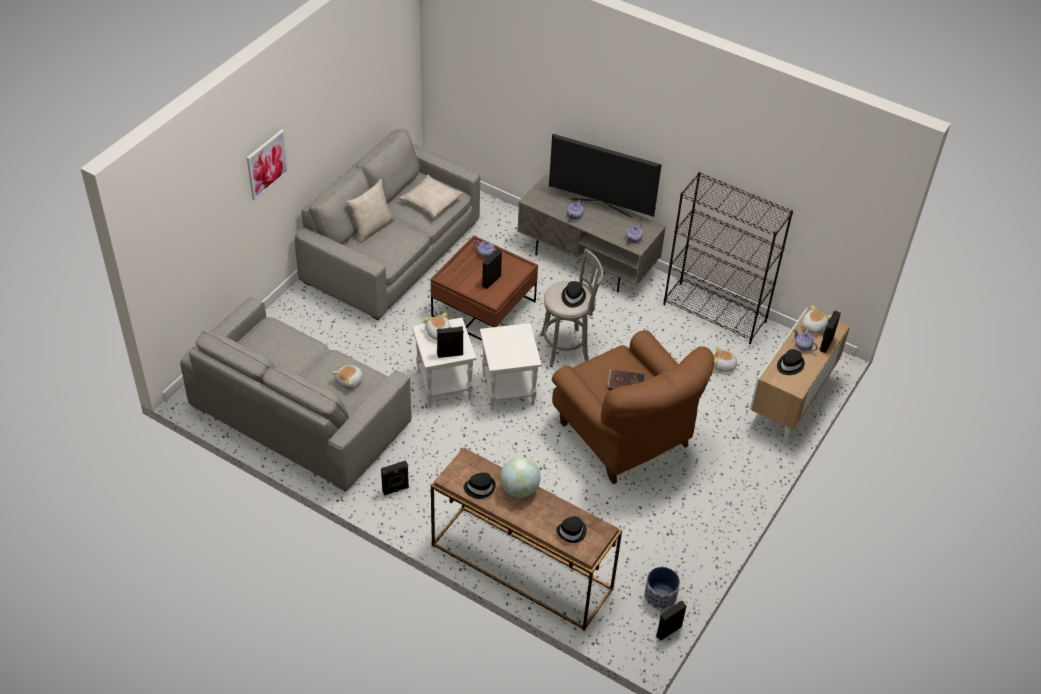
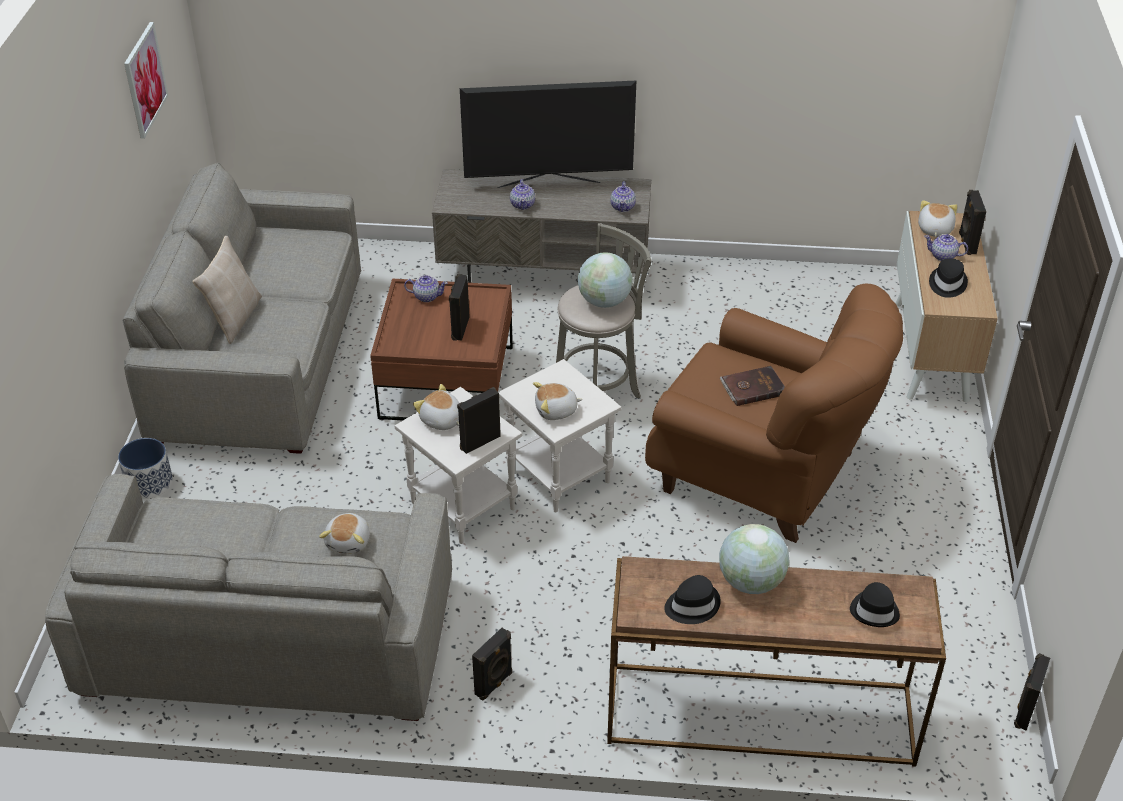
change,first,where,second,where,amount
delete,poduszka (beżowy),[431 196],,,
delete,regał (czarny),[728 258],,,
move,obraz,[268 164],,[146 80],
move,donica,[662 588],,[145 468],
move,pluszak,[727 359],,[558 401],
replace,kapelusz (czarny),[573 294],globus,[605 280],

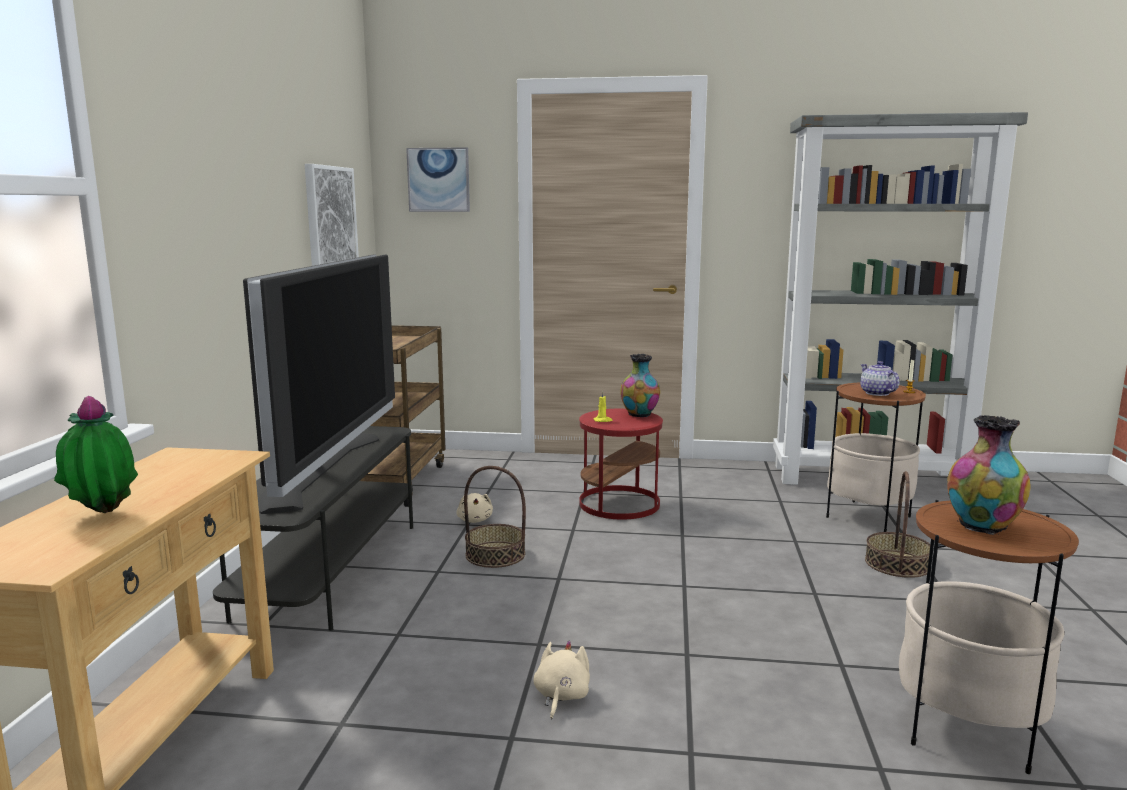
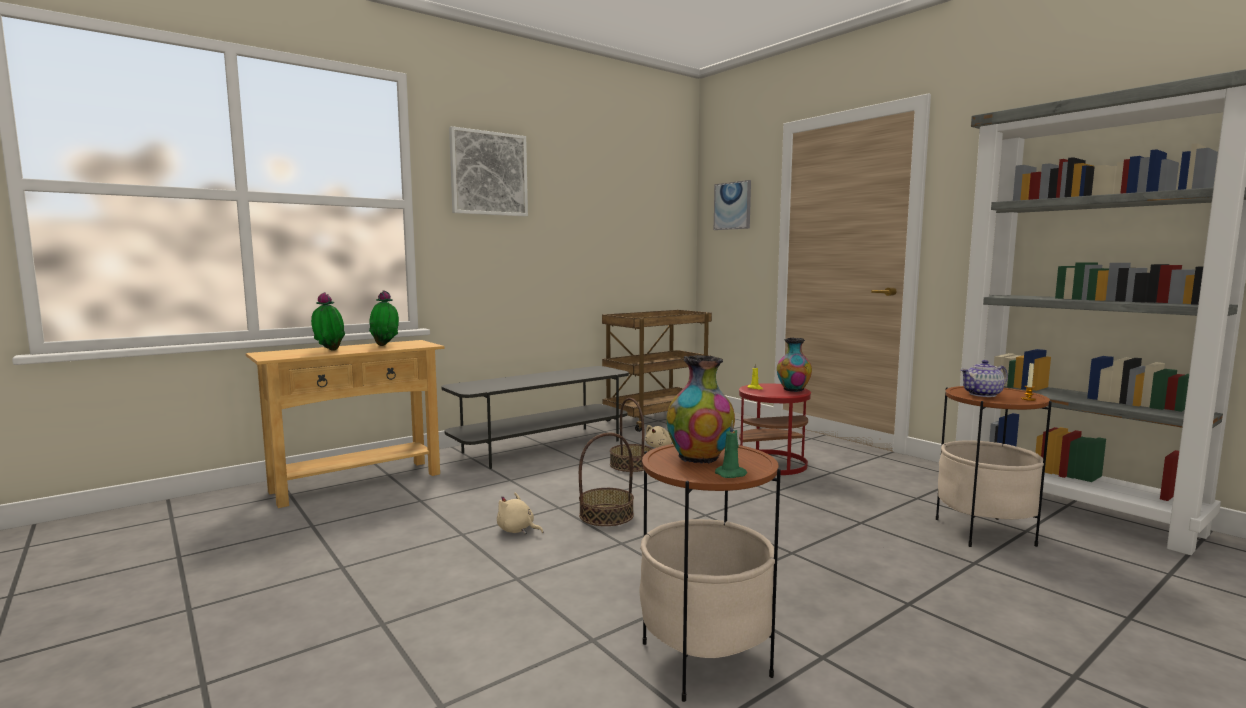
change,first,where,second,where,amount
delete,telewizor,[319 384],,,
insert,,,roślina doniczkowa,[384 318],
insert,,,świeca (zielony),[731 449],
move,obraz,[332 215],,[488 171],
move,koszyk,[897 524],,[606 479],
rotate,pluszak (beżowy),[561 680],,[520 513],120 degrees counterclockwise
rotate,imbryk,[880 378],,[984 378],135 degrees counterclockwise

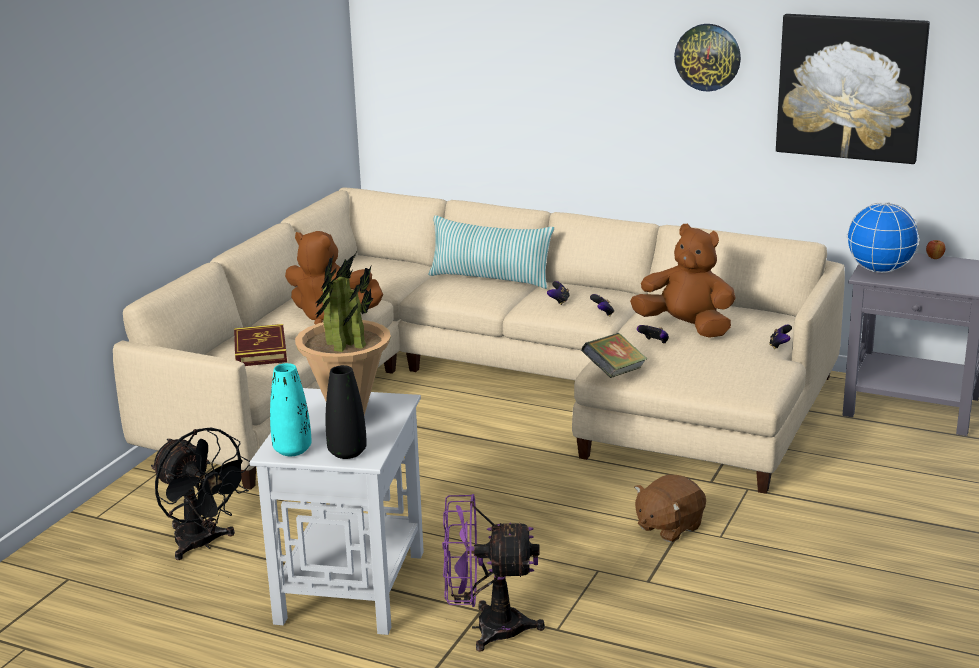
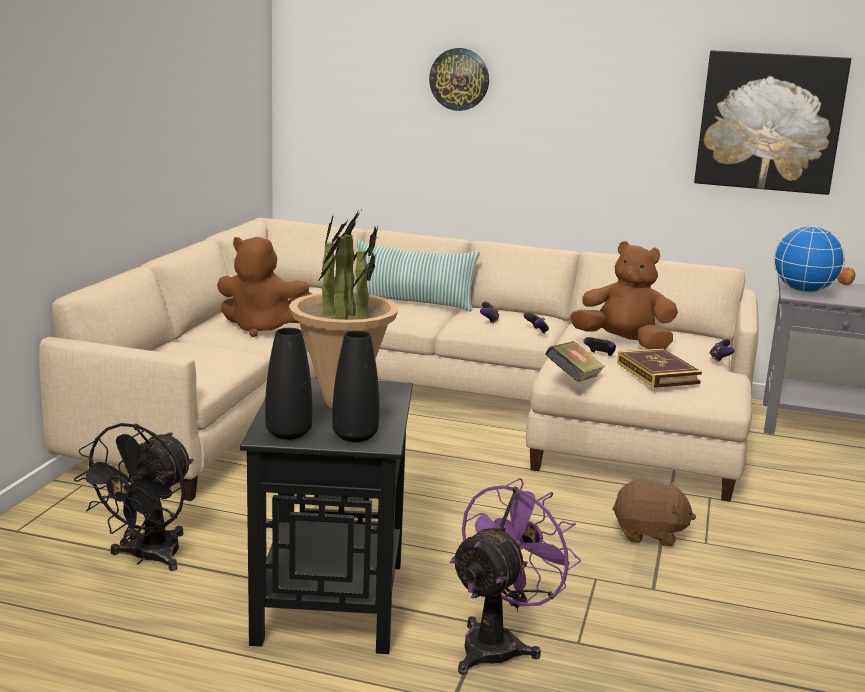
change,first,where,second,where,amount
move,książka,[260 345],,[659 368],
move,zegar ścienny,[707 58],,[459 79],
recolor,stolik (biały),[337 511],stolik (czarny),[326 515],
recolor,wazon (turkusowy),[291 409],wazon (czarny),[288 384],
rotate,wentylator (czarny),[200 494],,[133 497],75 degrees clockwise
rotate,wentylator (fioletowy),[493 573],,[515 576],135 degrees clockwise
rotate,pluszak (brązowy),[670 508],,[654 513],120 degrees counterclockwise

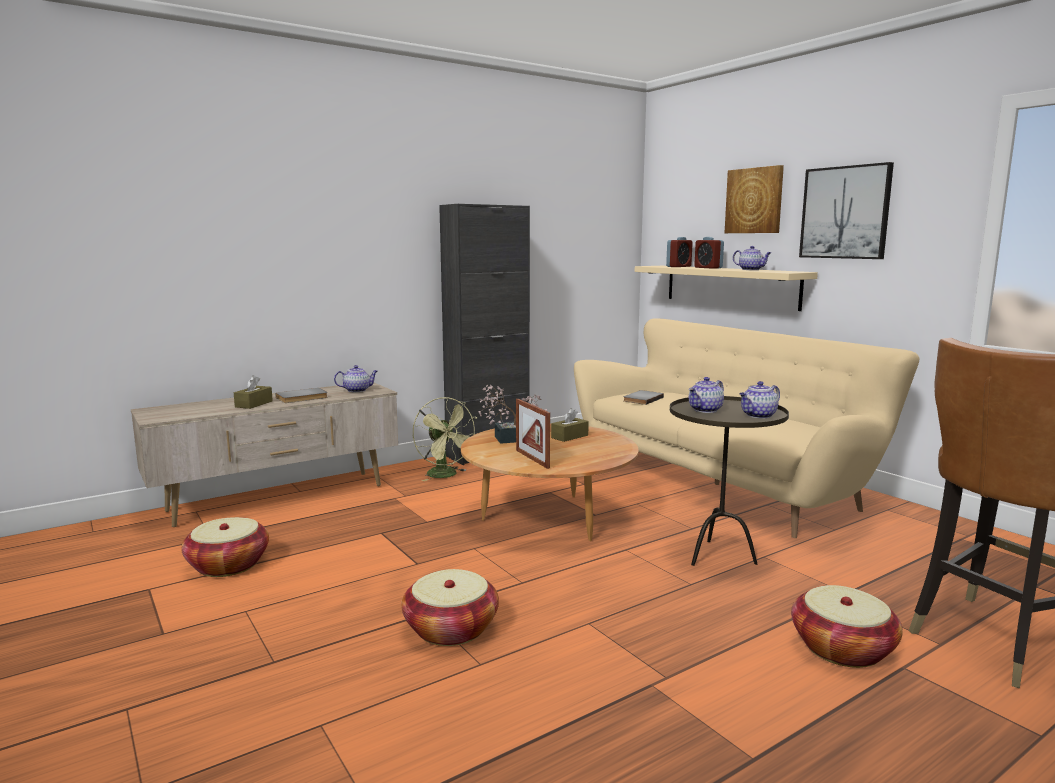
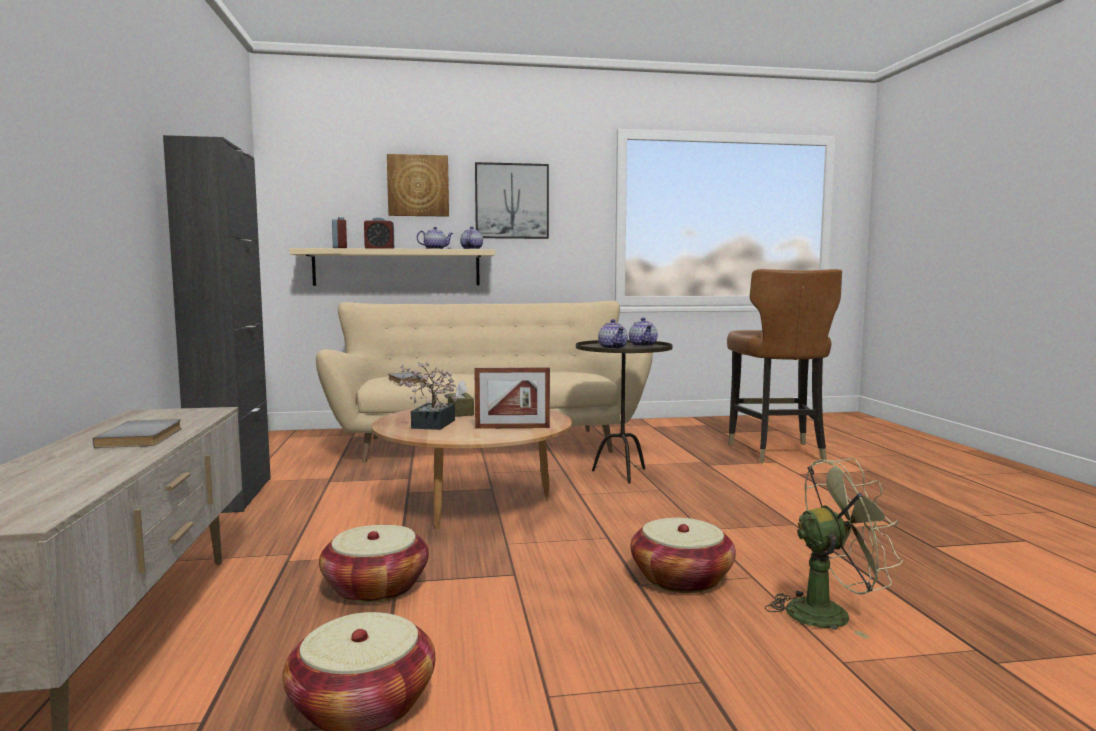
change,first,where,second,where,amount
delete,pudełko chusteczek (brązowy),[253 392],,,
move,imbryk,[356 378],,[471 238],
move,wentylator (zielony),[445 439],,[834 548],
move,koszyk,[847 626],,[374 564],

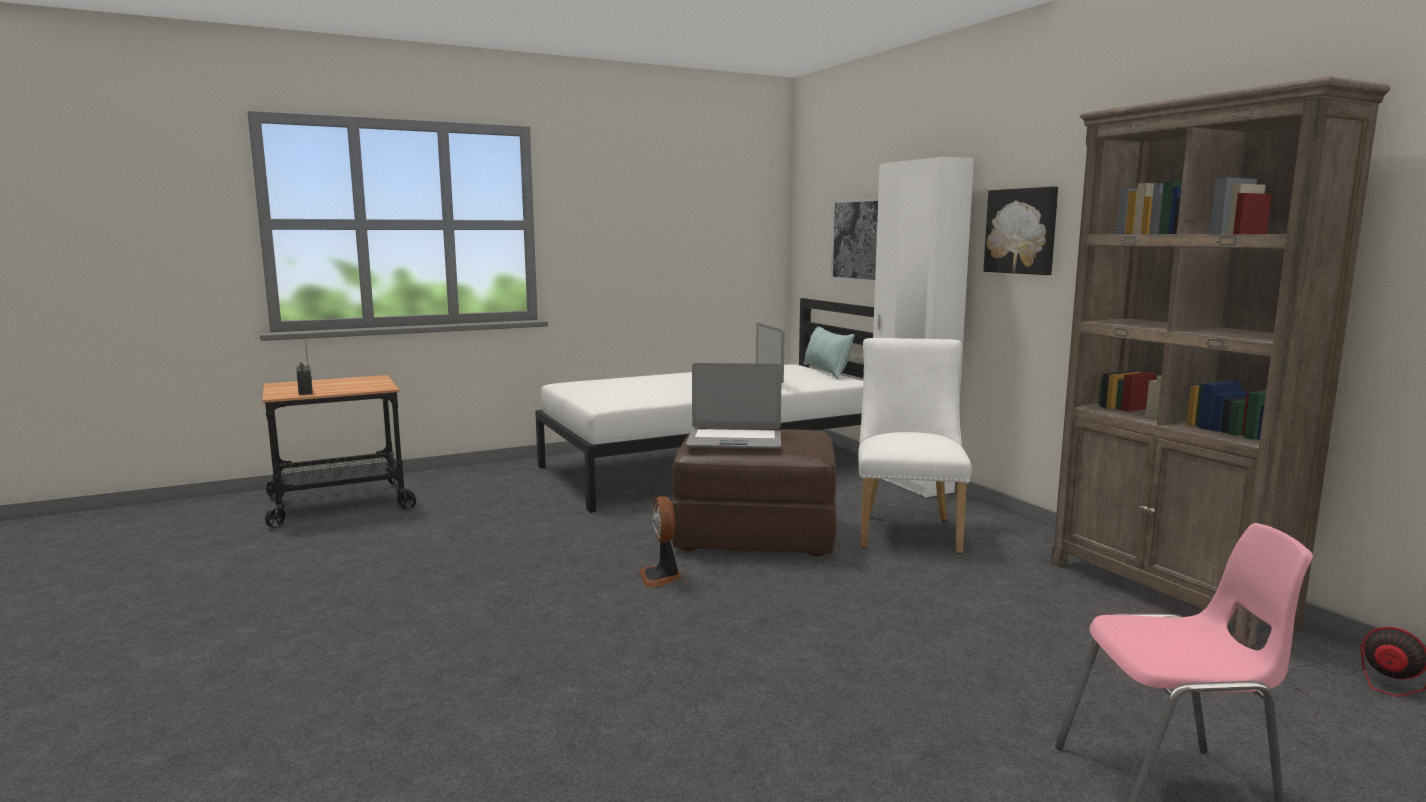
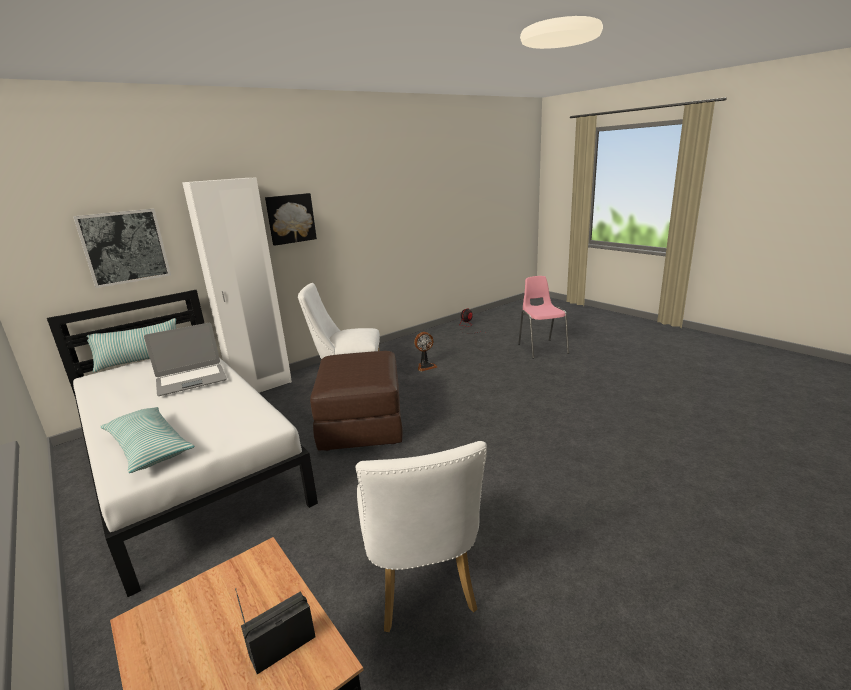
change,first,where,second,where,amount
delete,laptop,[734 405],,,
delete,regał (brązowy),[1221 362],,,
insert,,,poduszka,[147 440],
insert,,,krzesło (biały),[421 536],
move,wentylator,[661 541],,[426 351],

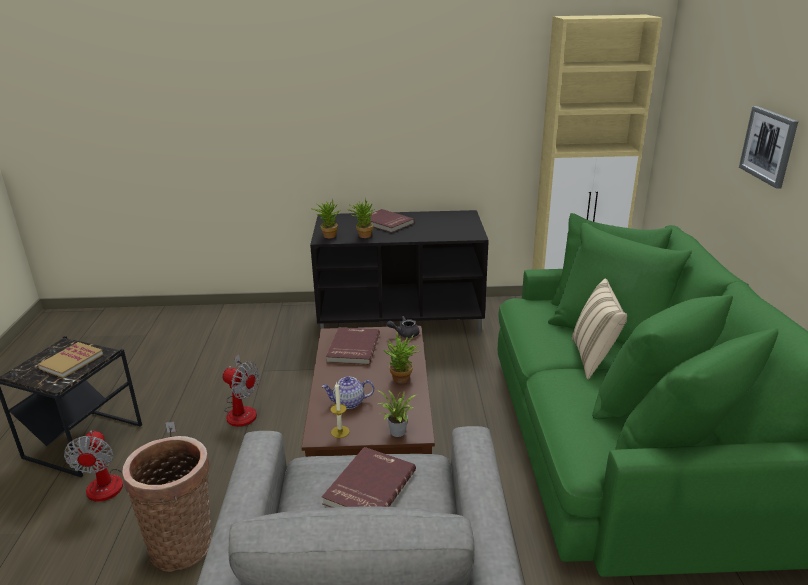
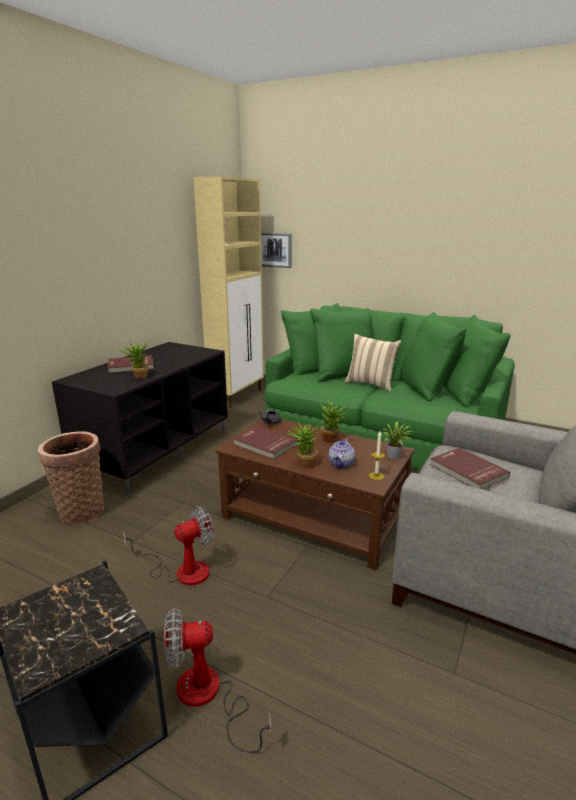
change,first,where,second,where,amount
delete,książka,[70 360],,,
move,koszyk,[167 504],,[71 478],
move,roślina doniczkowa,[325 218],,[303 443],
move,obraz,[768 147],,[276 250],
rotate,wentylator,[120 462],,[218 680],150 degrees clockwise

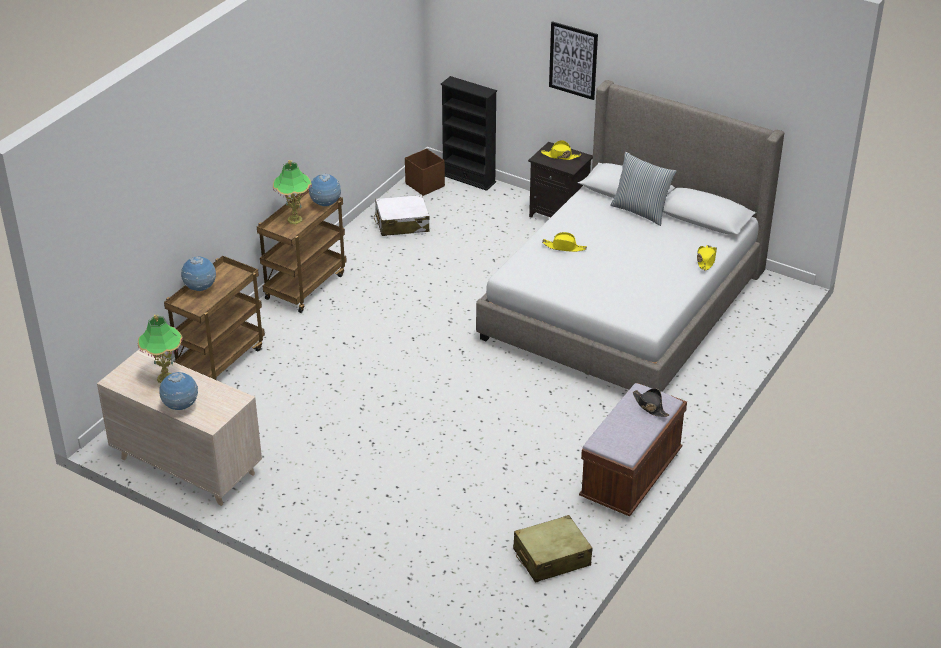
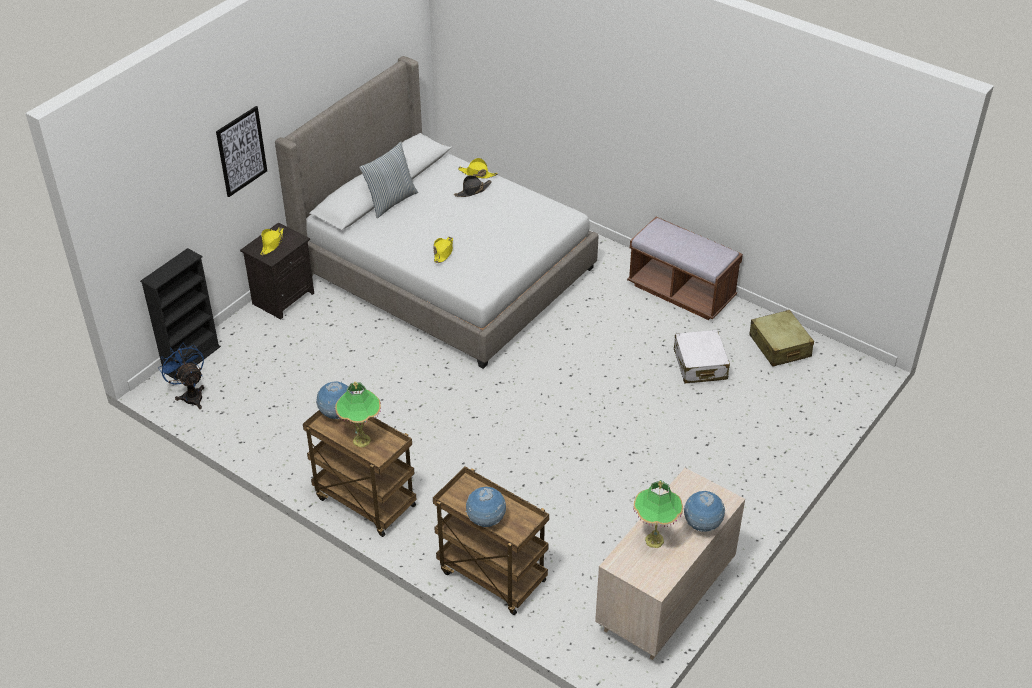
change,first,where,second,where,amount
move,walizka (biały),[401 215],,[702 356],
move,kapelusz (czarny),[651 402],,[473 186],
replace,pojemnik do przechowywania (brązowy),[425 172],wentylator (niebieski),[181 376],

